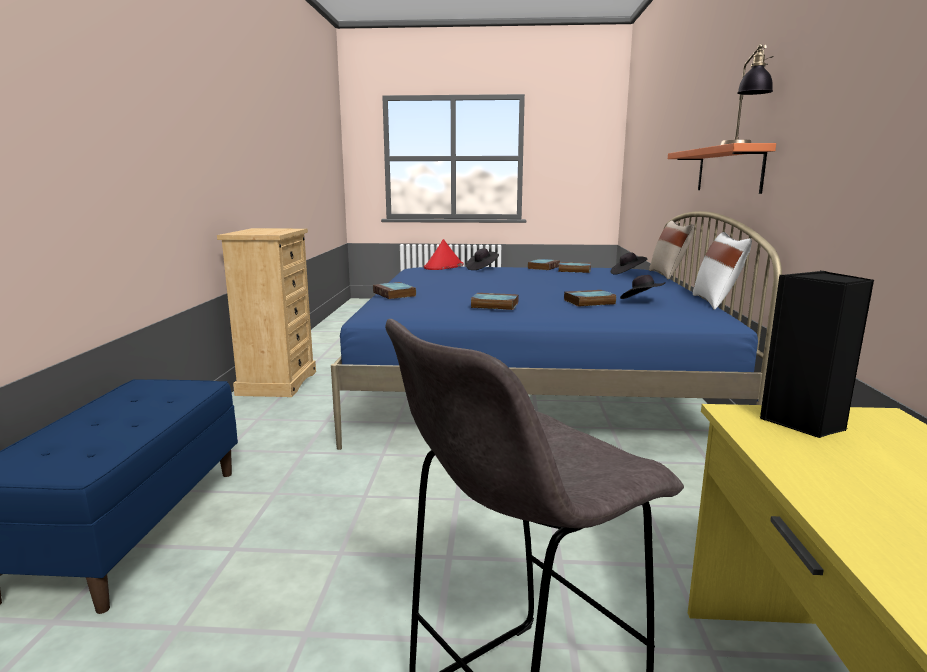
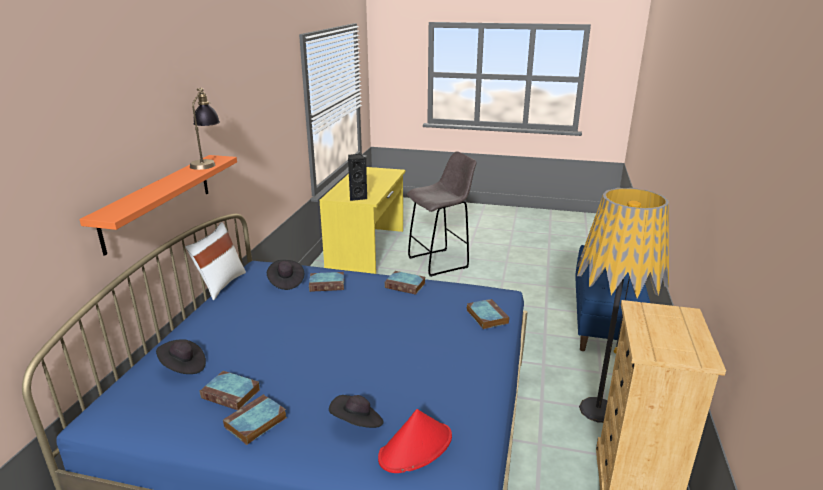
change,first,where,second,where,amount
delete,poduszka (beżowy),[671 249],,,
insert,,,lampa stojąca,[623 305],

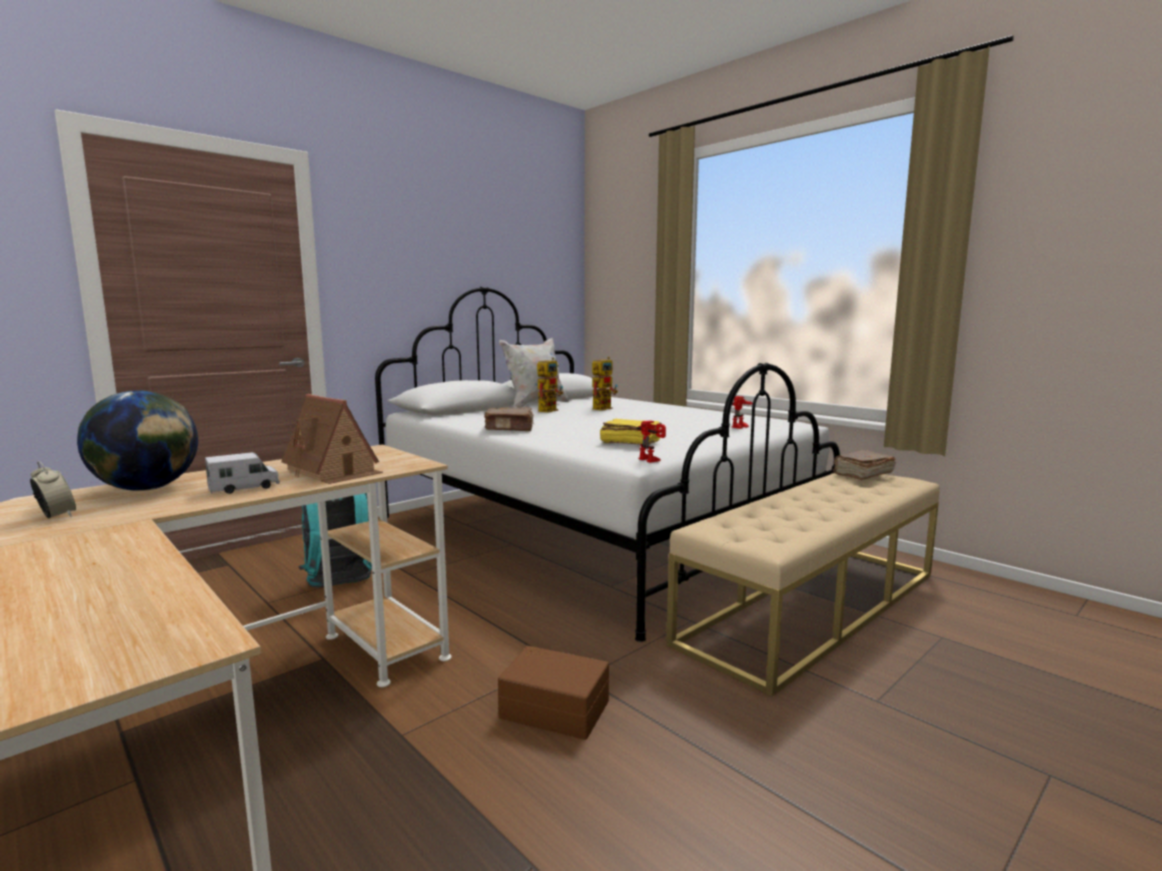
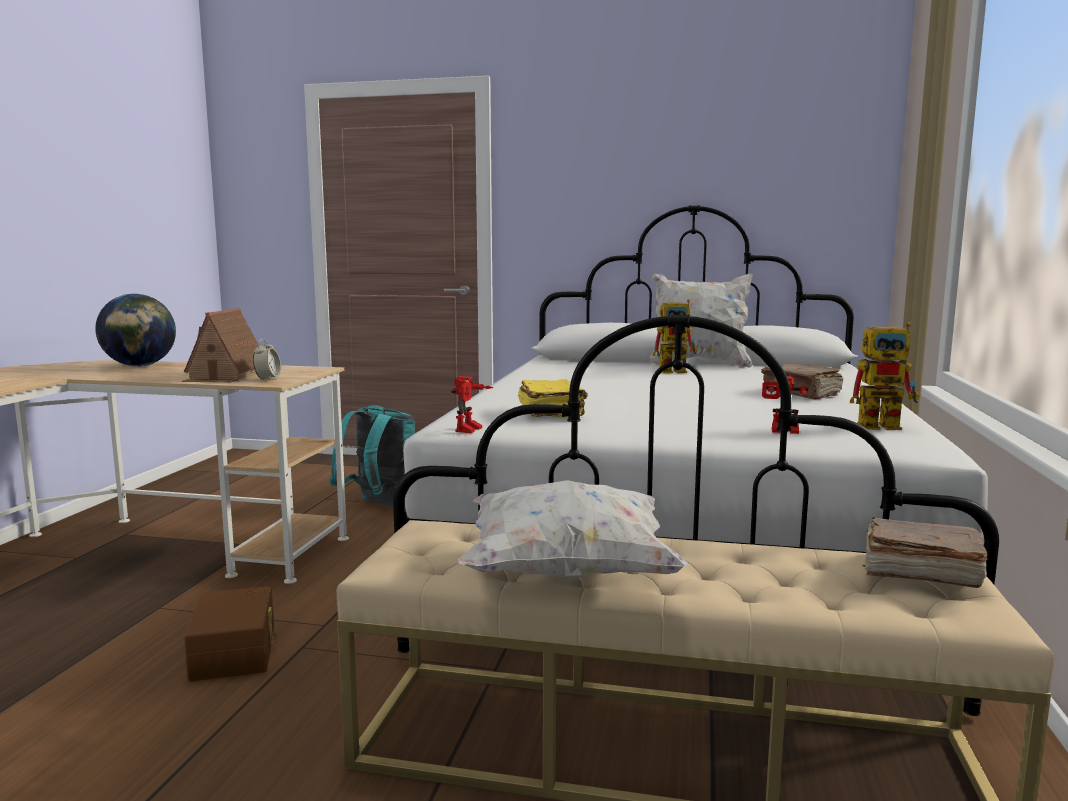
change,first,where,second,where,amount
delete,ciężarówka zabawkowa,[242 473],,,
insert,,,poduszka (biały),[572 528],
move,budzik,[53 489],,[267 360],
move,książka (brązowy),[509 419],,[802 381],
move,robot zabawkowy,[605 384],,[885 376],

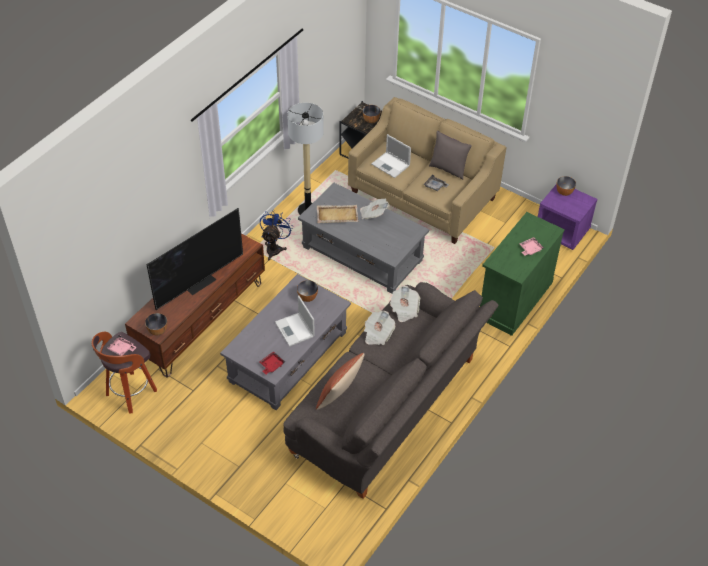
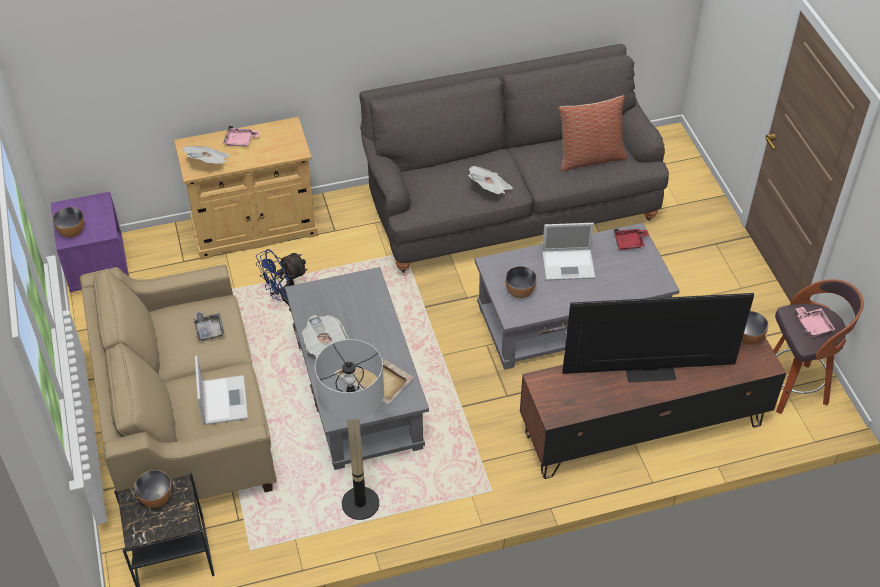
change,first,where,second,where,amount
delete,poduszka (szary),[450 155],,,
move,wentylator (niebieski),[276 235],,[282 280],
move,gazeta,[405 304],,[206 155],
recolor,szafka (zielony),[522 274],szafka (beżowy),[246 188],
rotate,laptop,[295 320],,[568 251],75 degrees clockwise

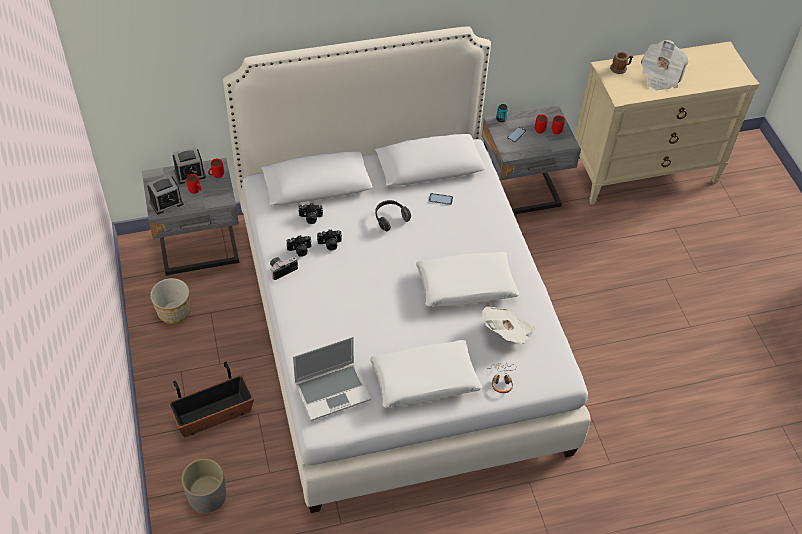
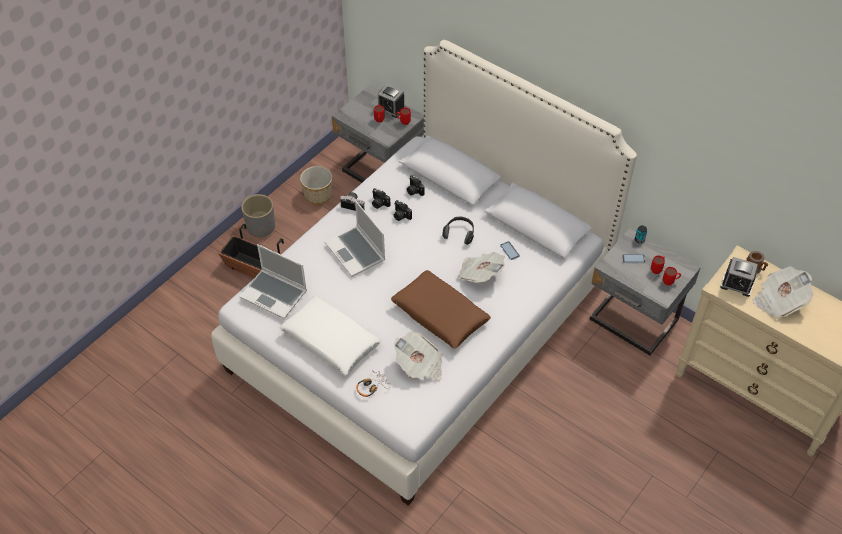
change,first,where,second,where,amount
insert,,,laptop,[355 239],
insert,,,gazeta,[481 267],
move,budzik,[165 195],,[739 277],
move,donica (szary),[203 485],,[258 216],
recolor,poduszka (biały),[467 279],poduszka (brązowy),[441 309],

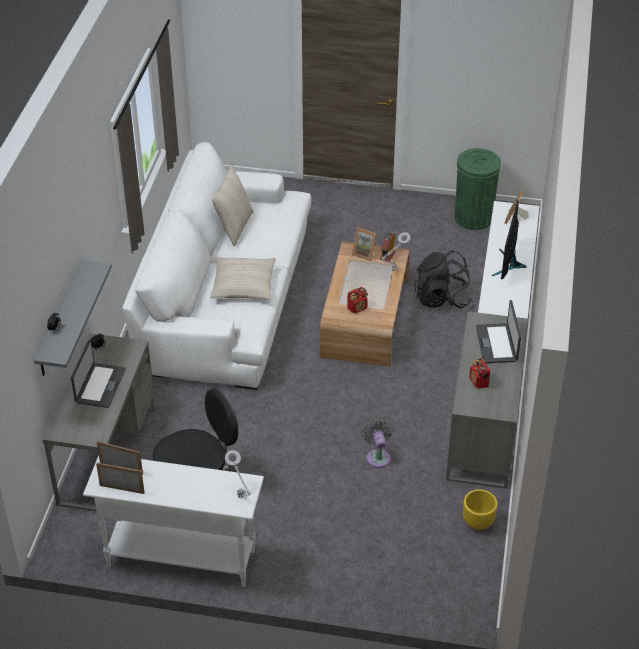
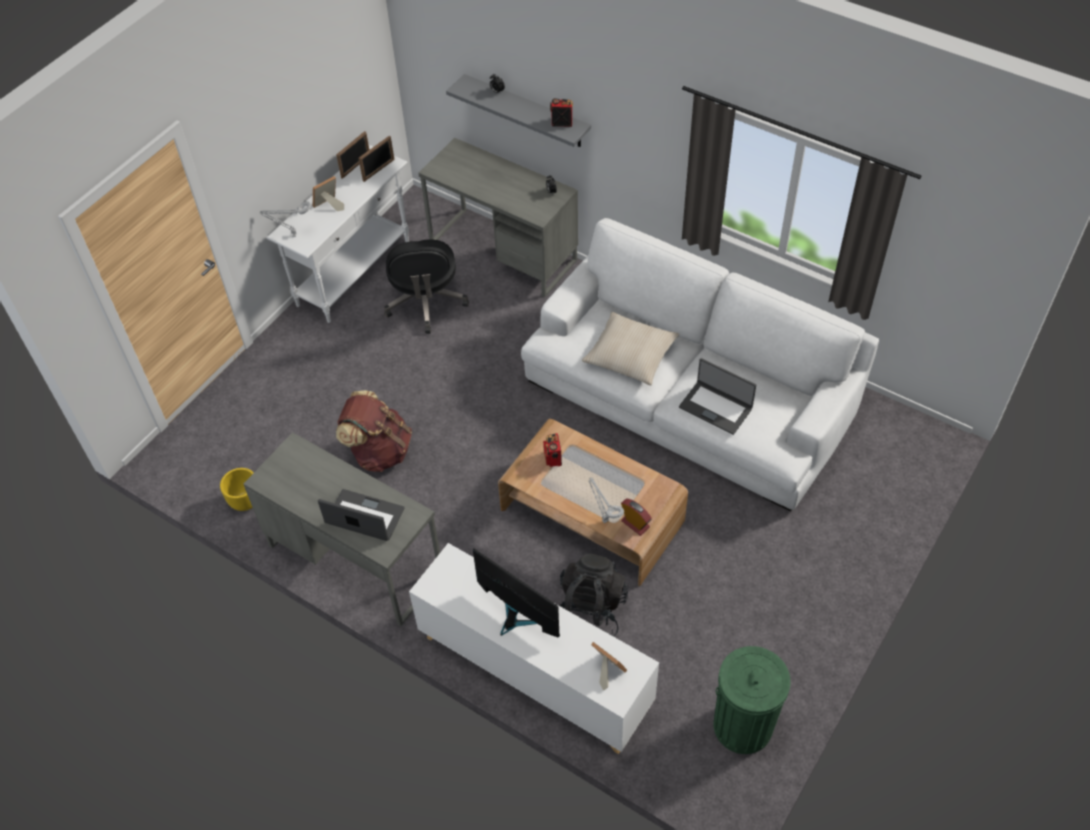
change,first,where,second,where,amount
delete,poduszka (beżowy),[233 205],,,
move,laptop,[98 374],,[717 396],
move,ramka na zdjęcie,[364 244],,[328 193],
move,radio,[479 373],,[561 112],
replace,wentylator (szary),[377 443],plecak (brązowy),[374 431],

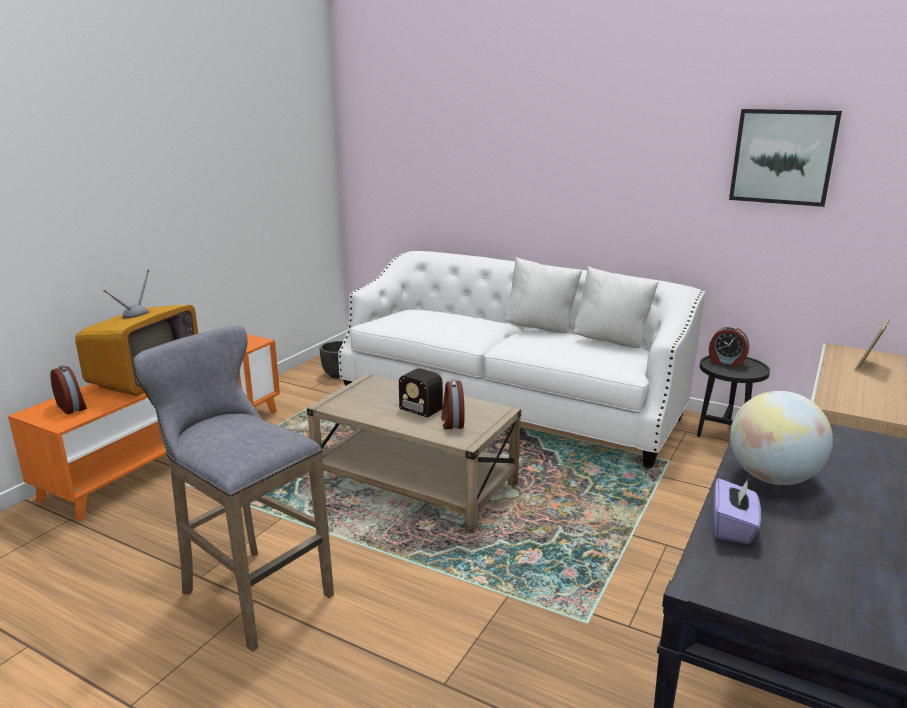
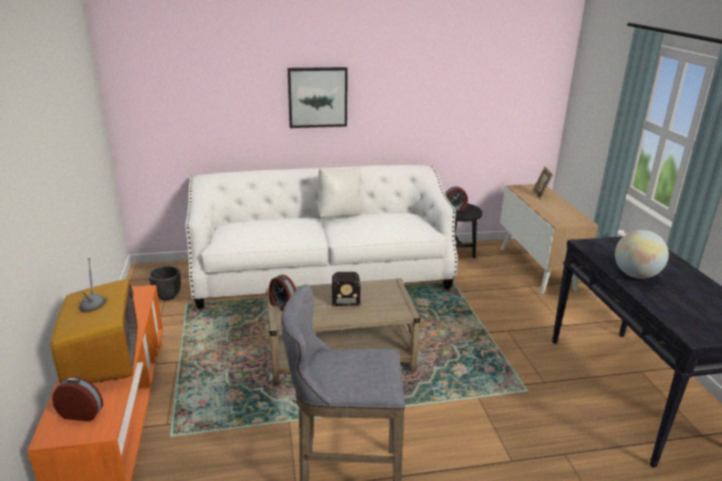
change,first,where,second,where,amount
delete,poduszka (biały),[616 307],,,
delete,pudełko chusteczek (fioletowy),[737 511],,,
move,budzik,[453 404],,[282 293],
move,obraz,[785 158],,[318 97],

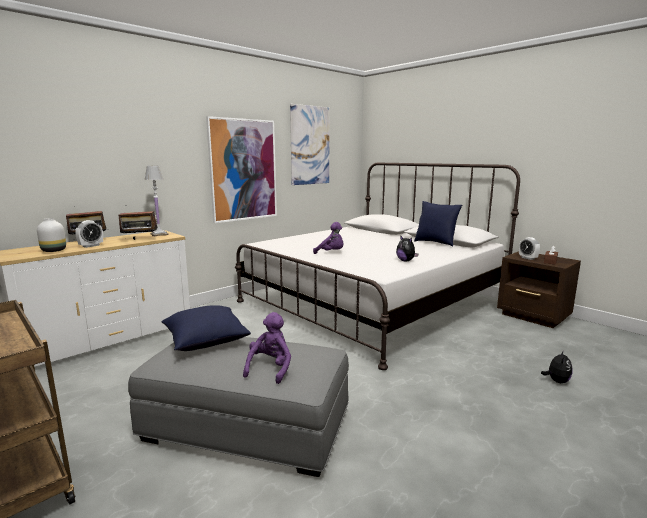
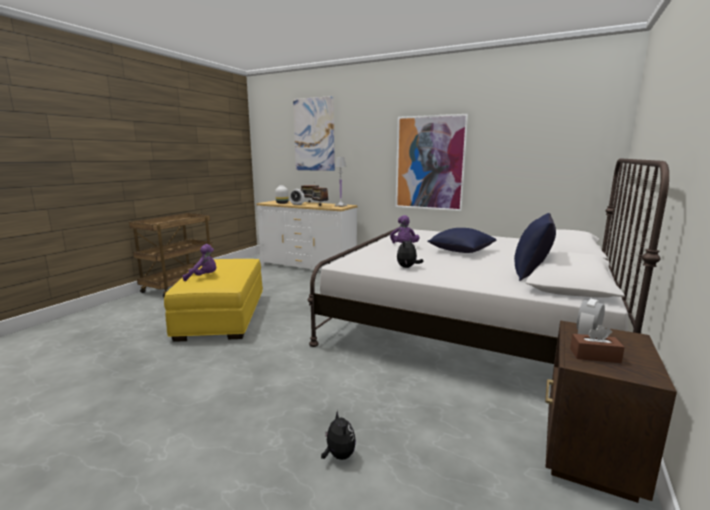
change,first,where,second,where,amount
move,poduszka (niebieski),[206 328],,[461 240],
move,obraz,[310 144],,[314 133],
recolor,pufa (szary),[238 407],pufa (żółty),[213 300],
rotate,pluszak,[556 366],,[338 435],120 degrees counterclockwise

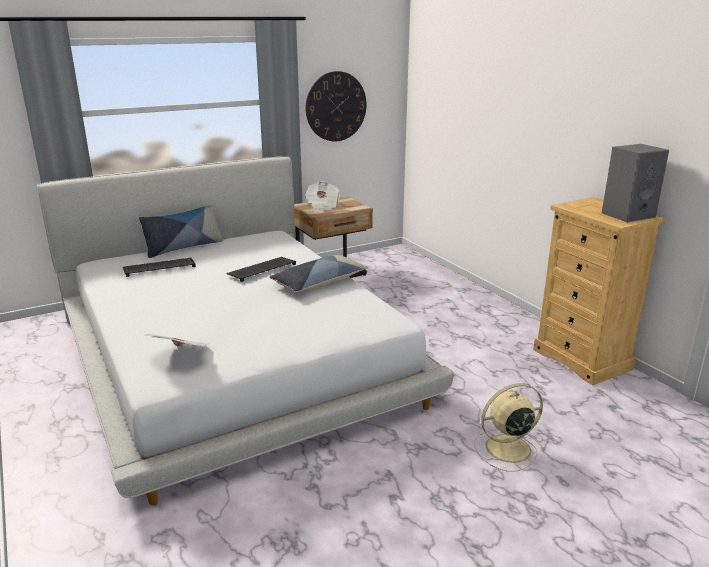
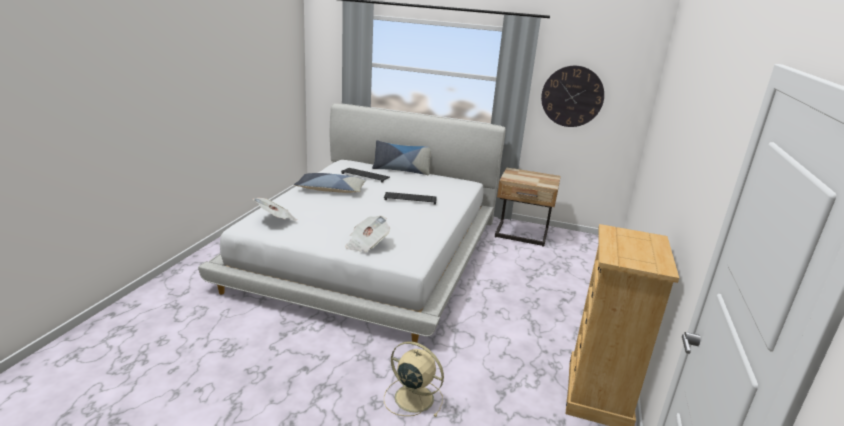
change,first,where,second,where,amount
delete,głośnik (szary),[635 183],,,
move,poduszka,[319 273],,[330 183],
move,gazeta,[323 196],,[367 234],

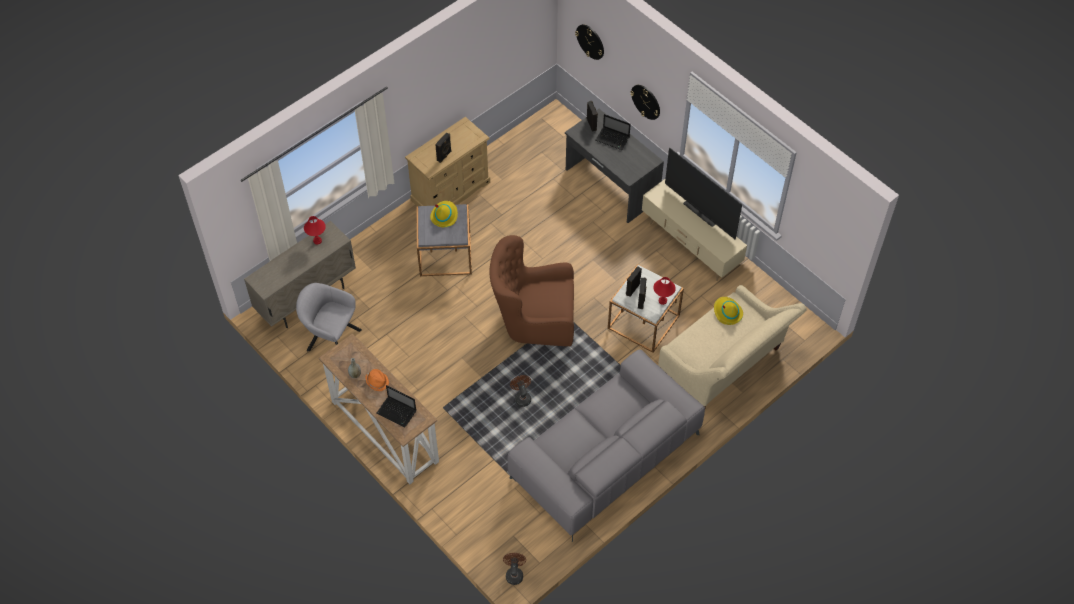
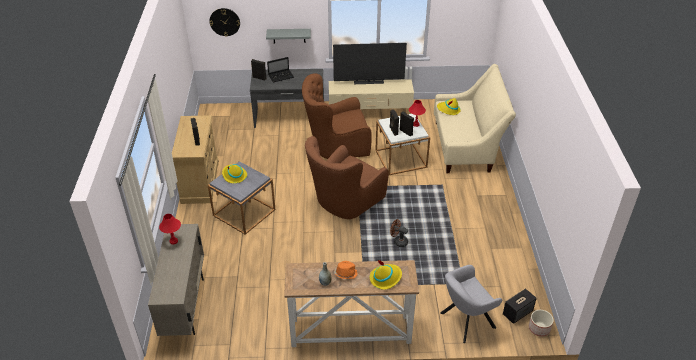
change,first,where,second,where,amount
delete,kanapa (szary),[606 445],,,
insert,,,fotel (brązowy),[337 116],
insert,,,głośnik,[520 306],
move,fotel (szary),[329 317],,[471 304],
replace,laptop,[396 406],kapelusz (żółty),[386 274],
replace,wentylator (brązowy),[514 569],donica,[541 323],
replace,zegar ścienny,[645 102],półka (szary),[288 36],

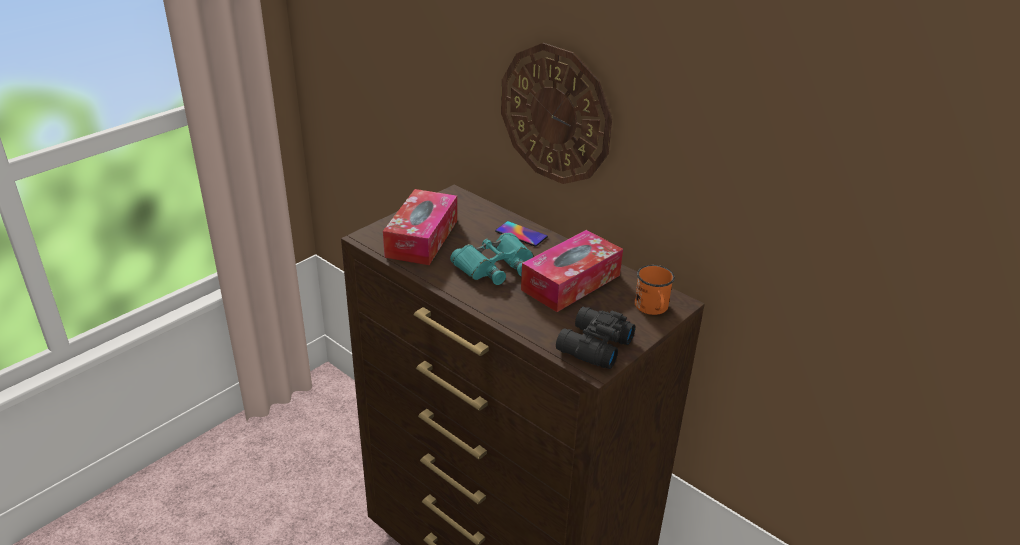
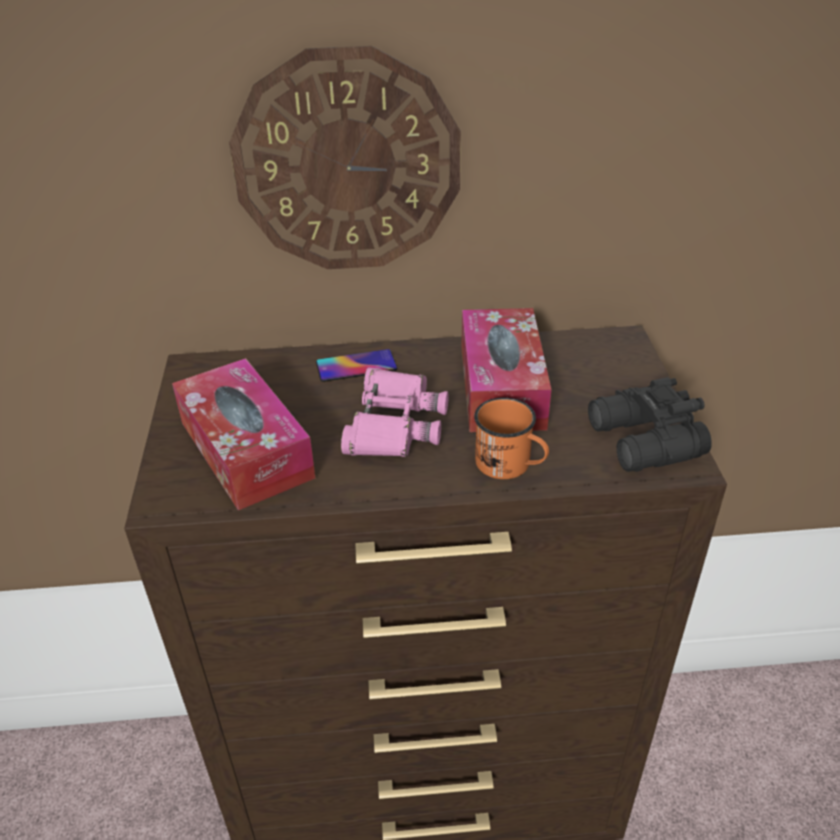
change,first,where,second,where,amount
move,kubek (pomarańczowy),[655 290],,[511 438],
recolor,lornetka (turkusowy),[491 259],lornetka (różowy),[395 412],

